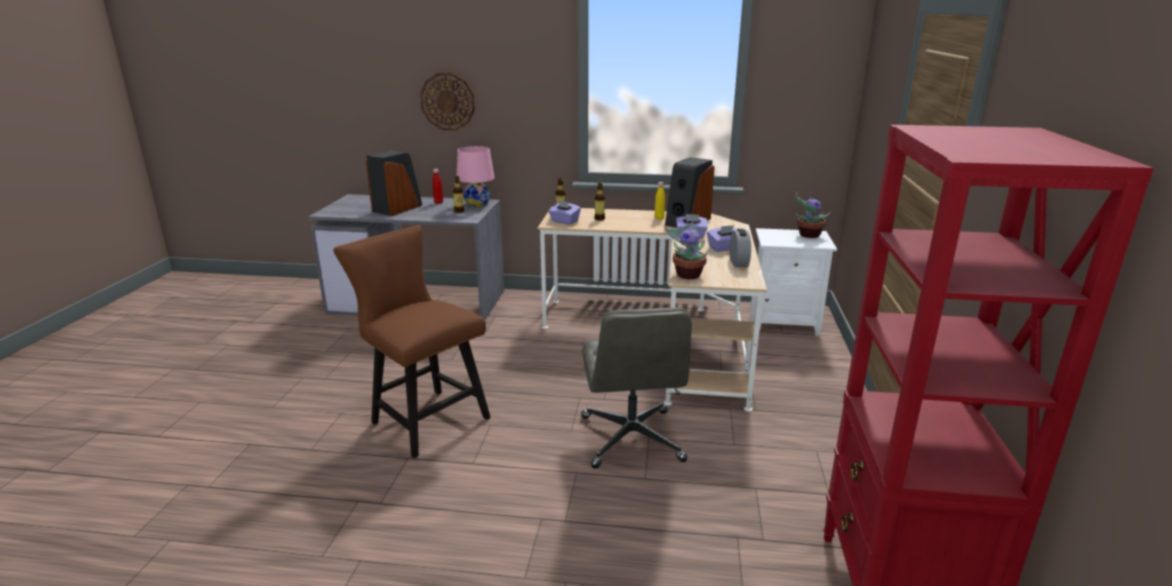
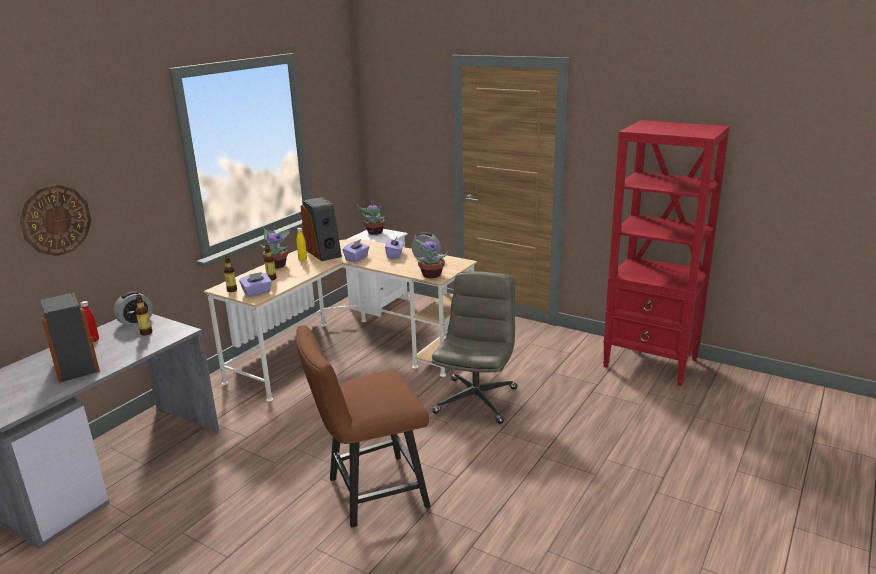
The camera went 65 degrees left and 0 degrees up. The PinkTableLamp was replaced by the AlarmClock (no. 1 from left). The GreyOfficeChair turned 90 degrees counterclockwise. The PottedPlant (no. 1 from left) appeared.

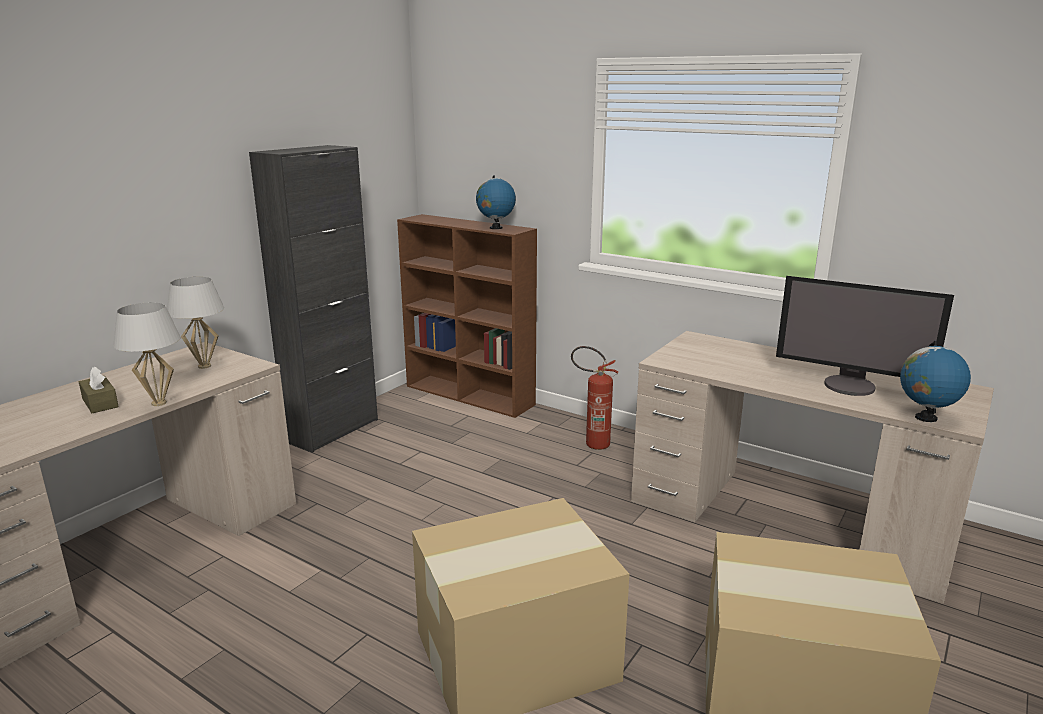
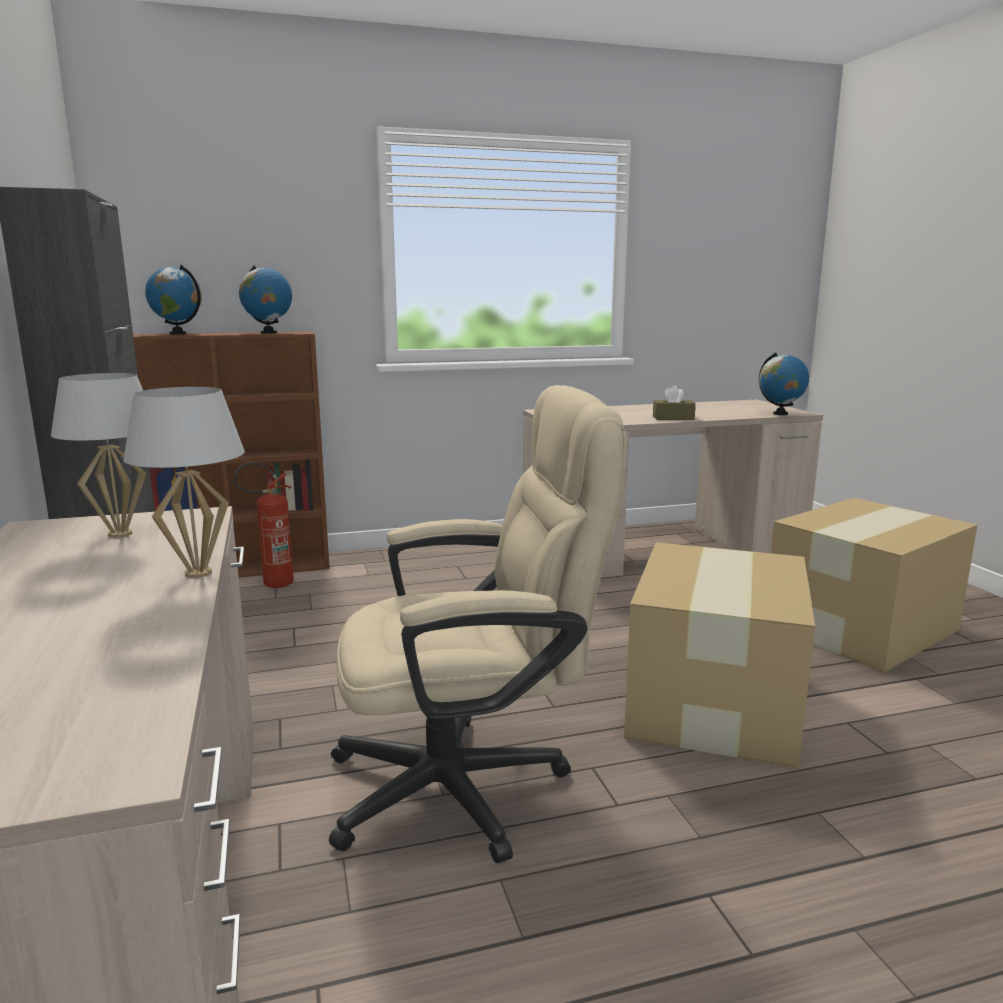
The camera went 50 degrees left and 5 degrees down. The BrownTissueBox moved. The FireExtinguisher moved. The Monitor disappeared. The Globe (no. 1 from left) appeared. The BeigeOfficeChair appeared.

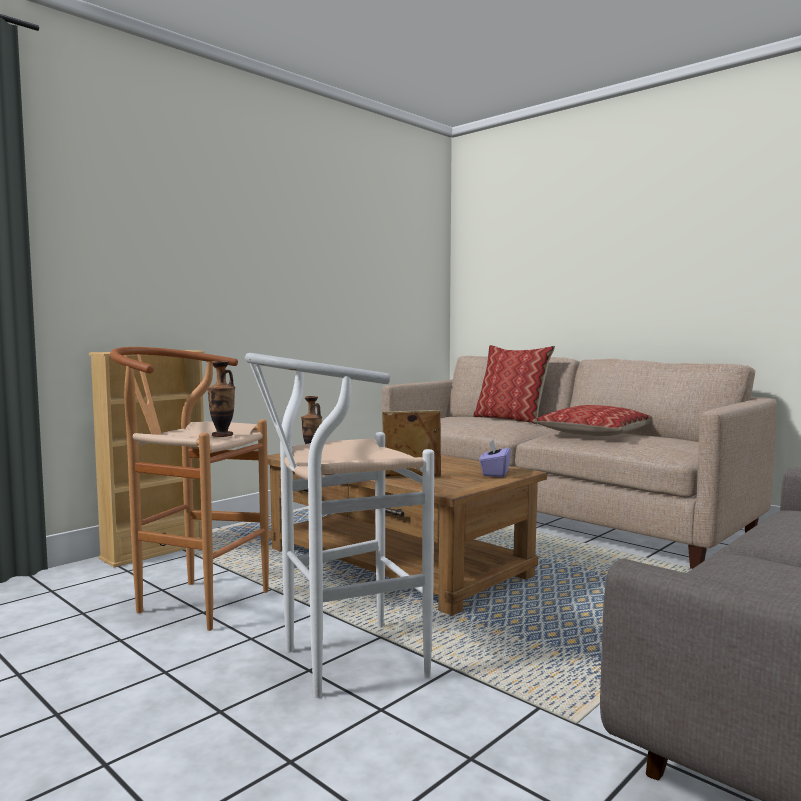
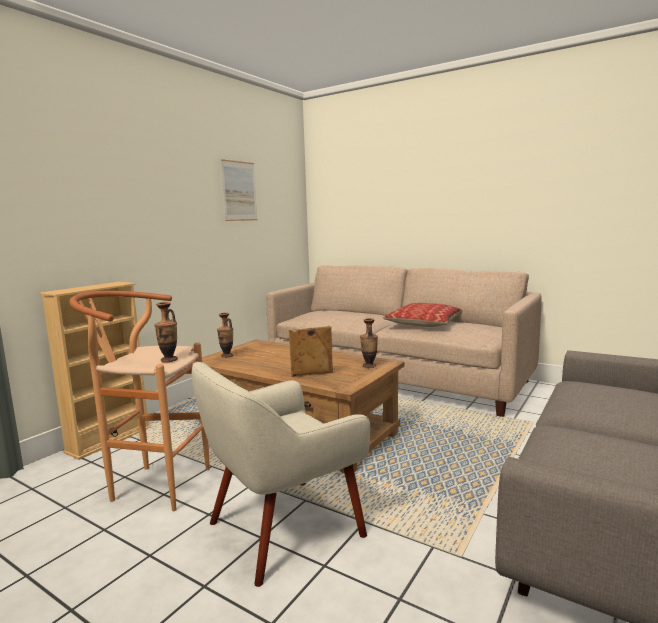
The camera went 10 degrees left and 5 degrees up. The WhiteStool was replaced by the BeigeArmchair. The Pillow (no. 1 from left) disappeared. The PurpleTissueBox was replaced by the Vase (no. 3 from left). The Picture appeared.

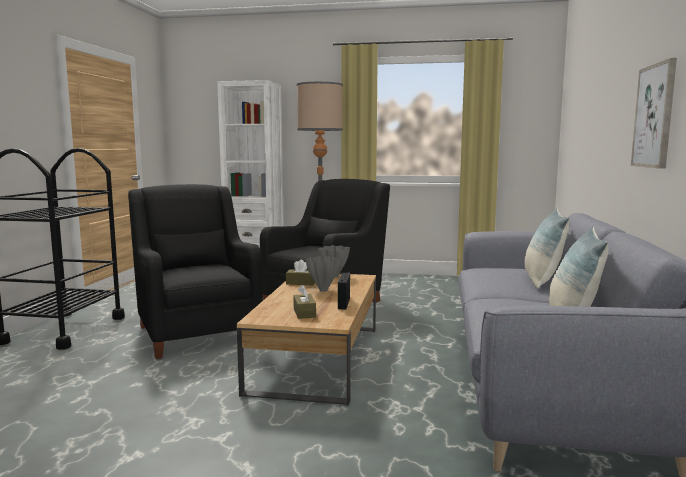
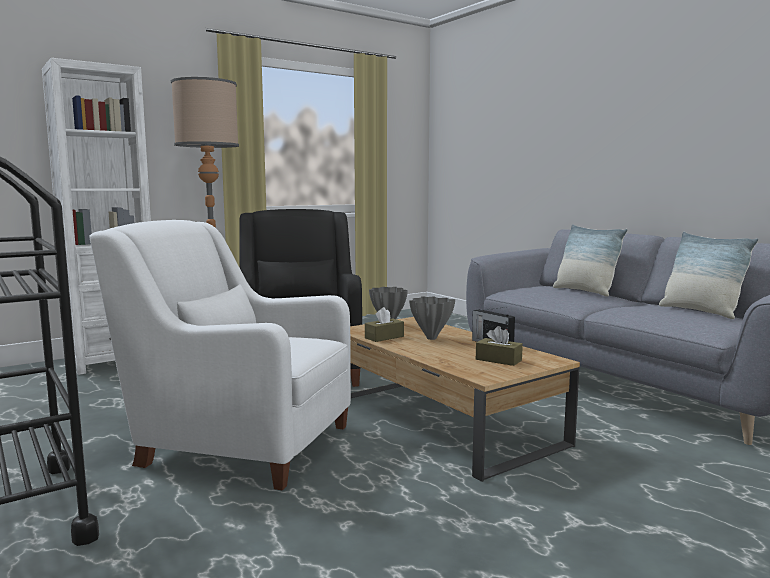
The camera went 45 degrees left and 0 degrees up. The BlackArmchair (no. 1 from left) became the WhiteArmchair. The Picture disappeared.

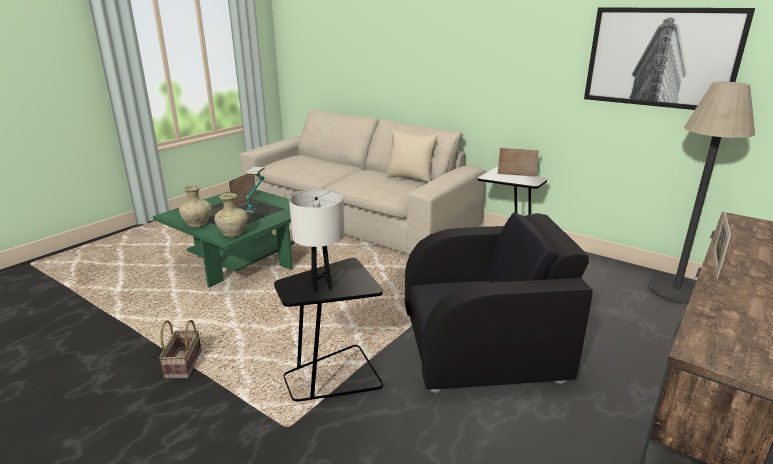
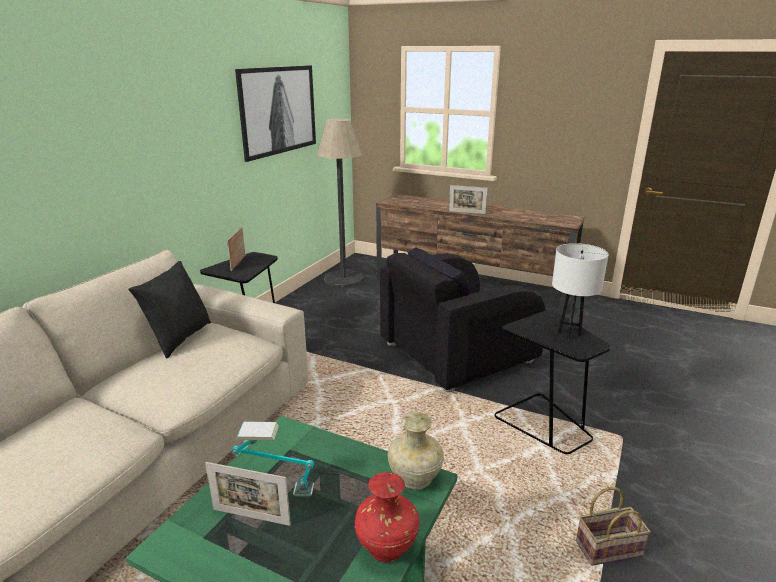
The camera went 100 degrees left and 0 degrees up. The BeigeVase (no. 1 from left) became the RedVase. The BeigePillow became the BlackPillow. The BlackArmchair turned 105 degrees counterclockwise.

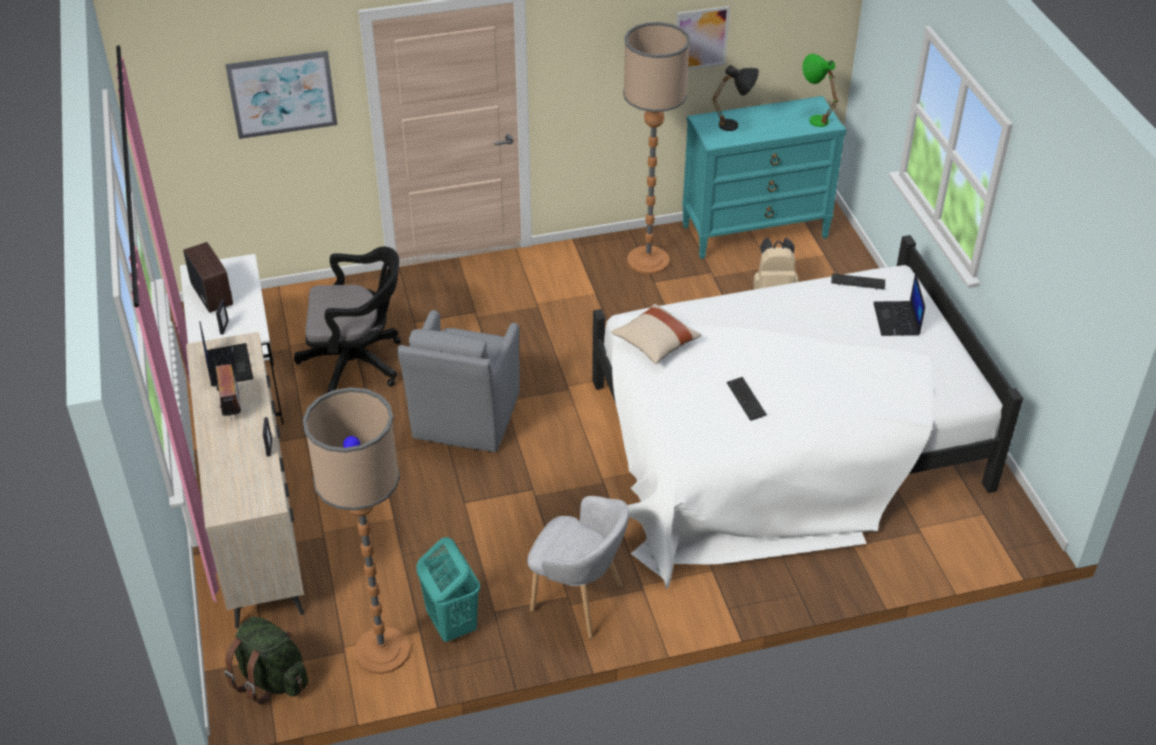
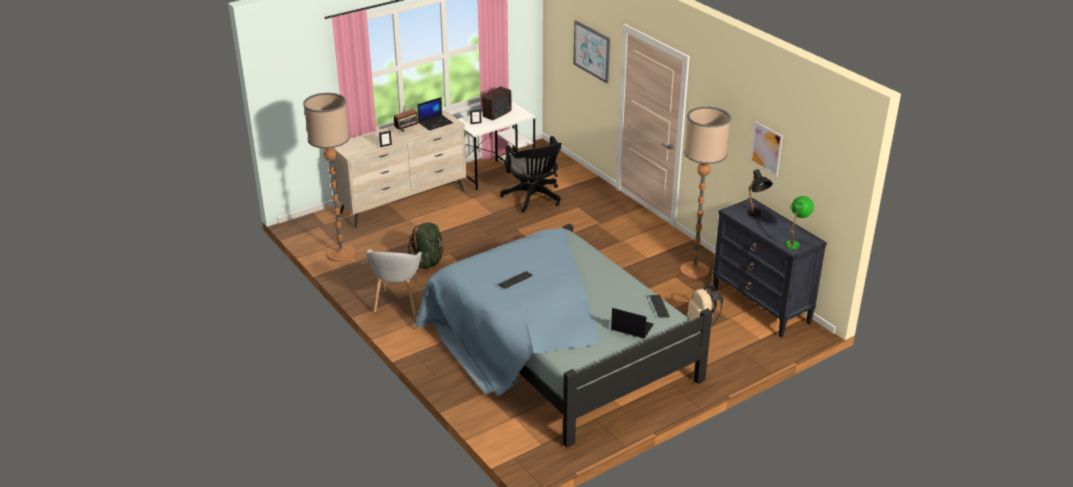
The camera went 70 degrees right and 10 degrees down. The GreenBackpack moved. The GreyArmchair (no. 1 from left) disappeared. The TurquoiseLaundryBasket disappeared. The WhiteBed became the BlueBed. The BeigePillow disappeared. The TurquoiseDresser became the BlackDresser. The Laptop (no. 2 from left) turned 45 degrees clockwise.

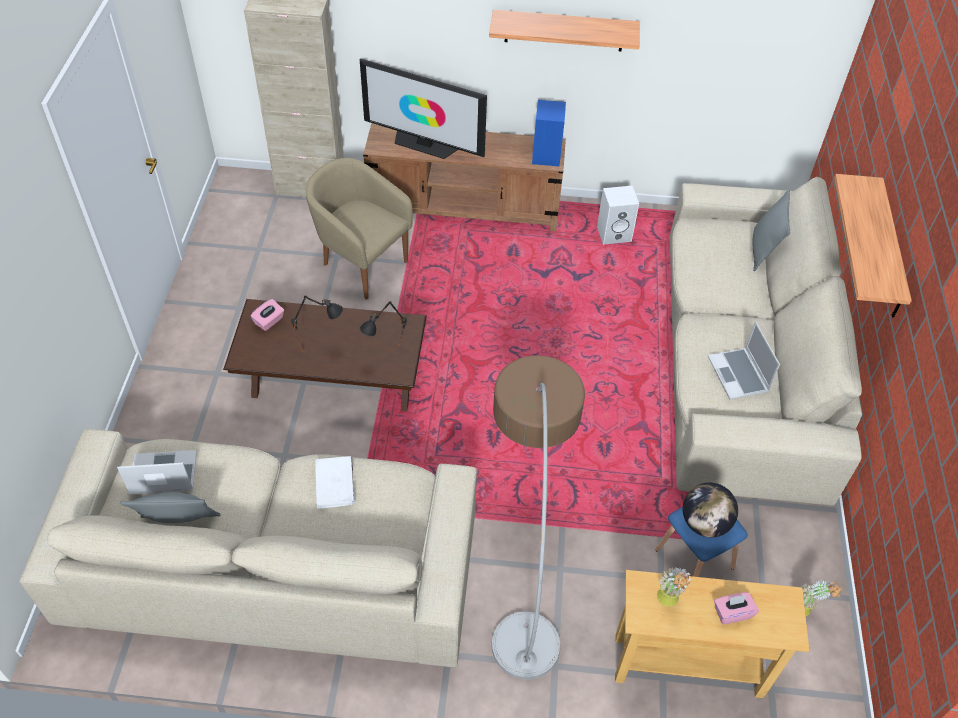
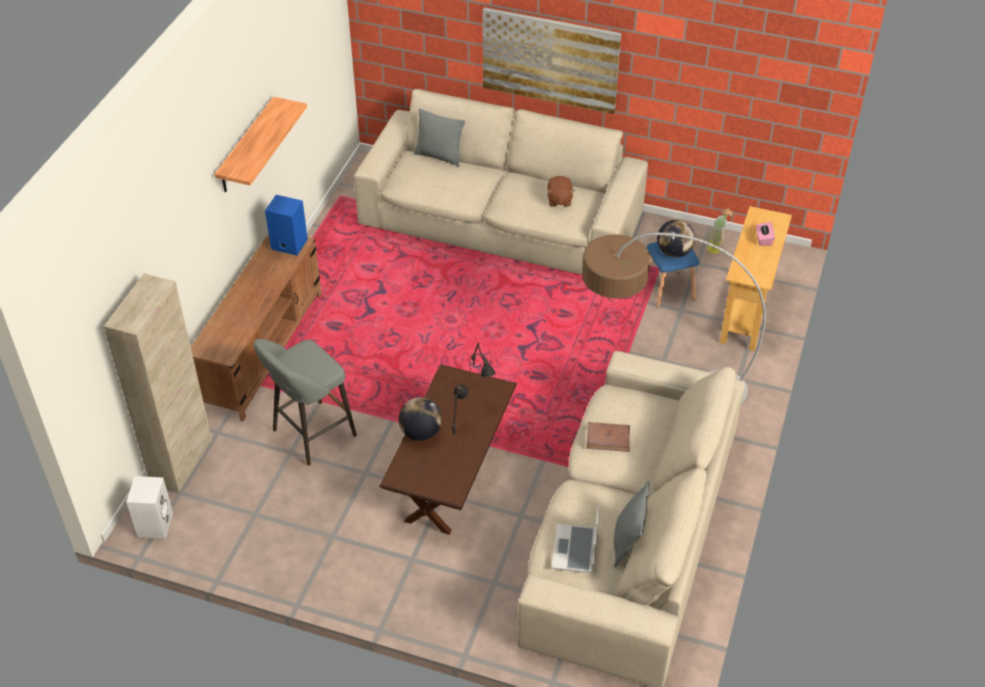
The camera went 75 degrees left and 5 degrees down. The PinkTissueBox (no. 1 from left) disappeared. The BeigeArmchair was replaced by the GreyStool. The WhiteBook became the BrownBook. The Television disappeared. The WhiteSpeaker moved. The PottedPlant (no. 1 from left) disappeared. The Laptop (no. 2 from left) was replaced by the BrownPlushToy. The Shelf (no. 2 from left) was replaced by the Picture. The Globe (no. 1 from left) appeared.

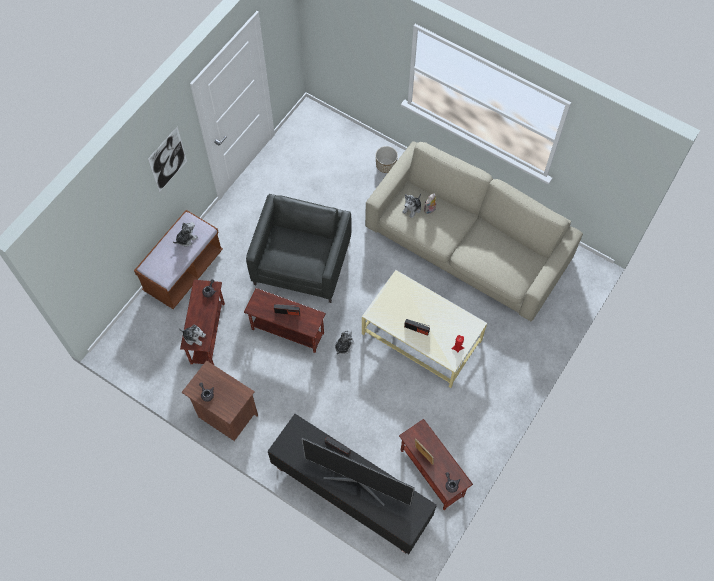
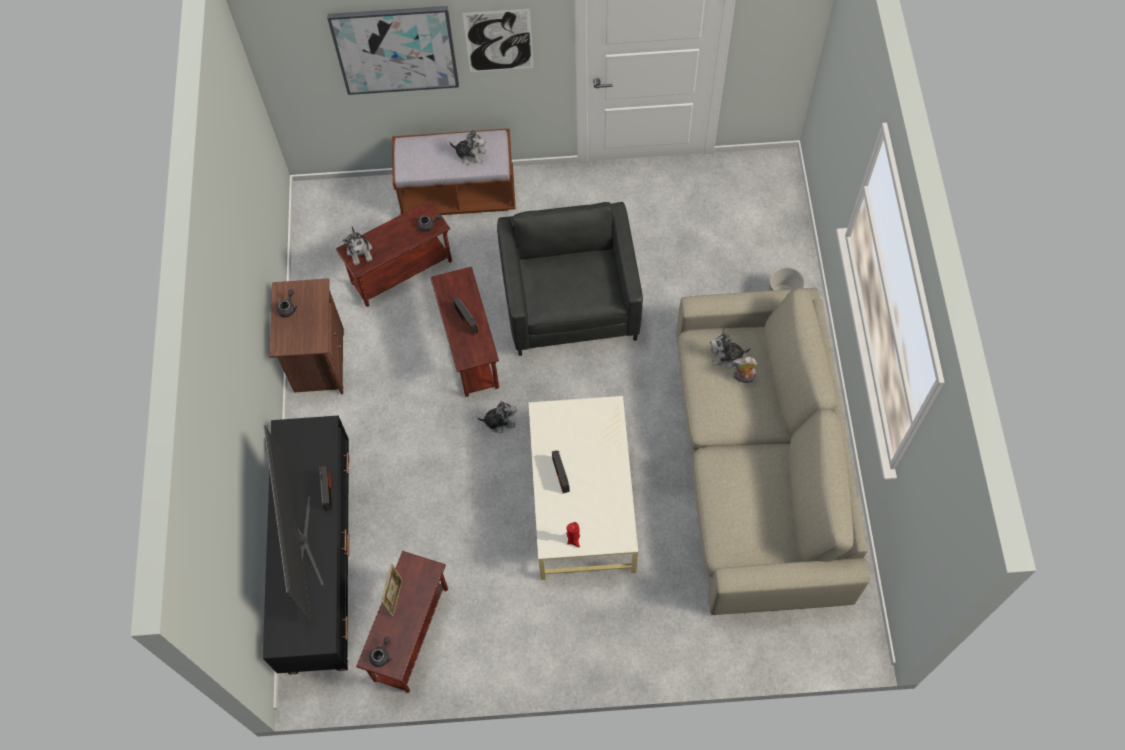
The camera went 55 degrees right and 0 degrees up. The GreyArmchair turned 75 degrees counterclockwise. The Picture (no. 1 from left) appeared.

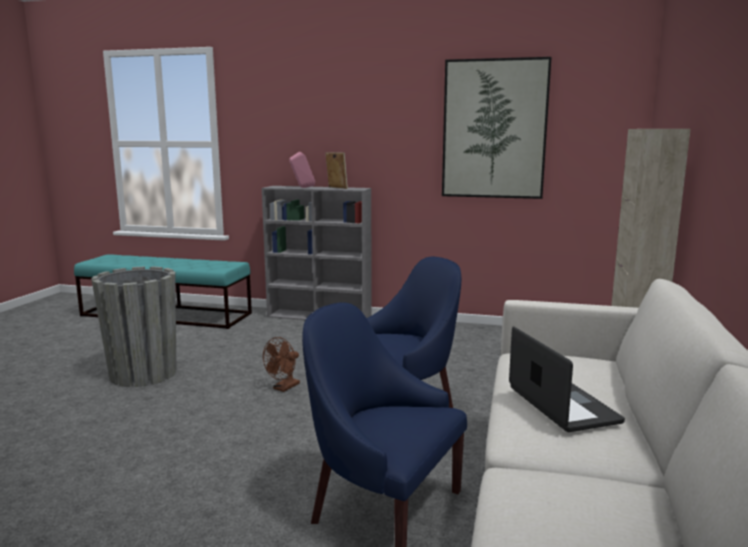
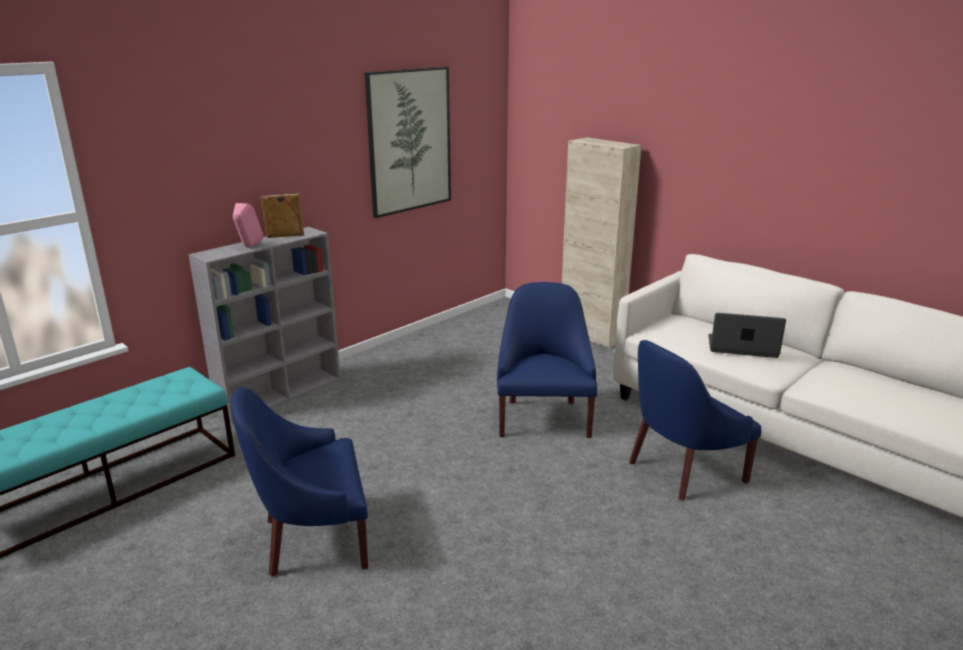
The camera went 60 degrees left and 10 degrees up. The GreyPlanter was replaced by the BlueArmchair (no. 1 from left). The BrownFan disappeared.

